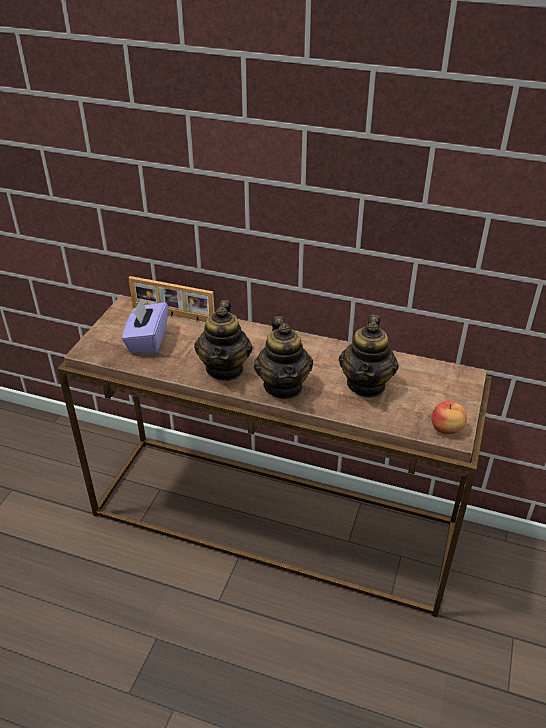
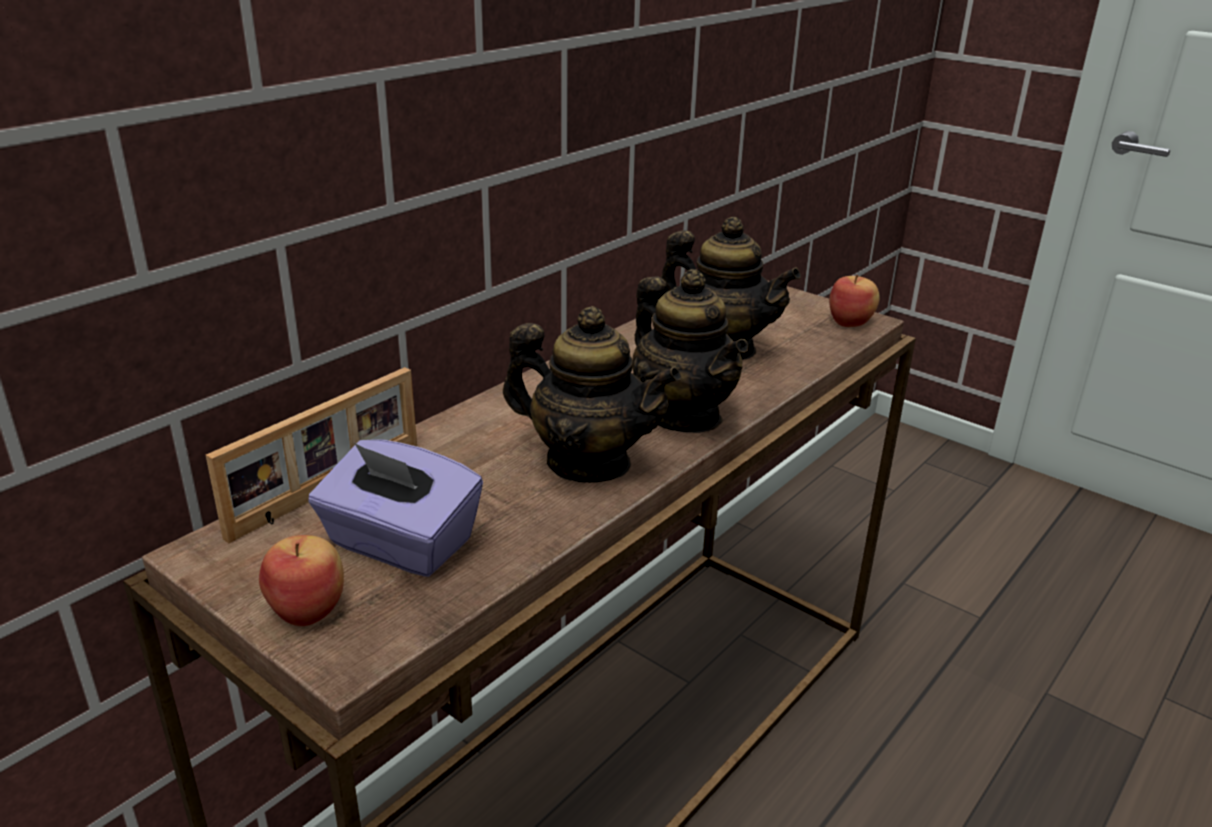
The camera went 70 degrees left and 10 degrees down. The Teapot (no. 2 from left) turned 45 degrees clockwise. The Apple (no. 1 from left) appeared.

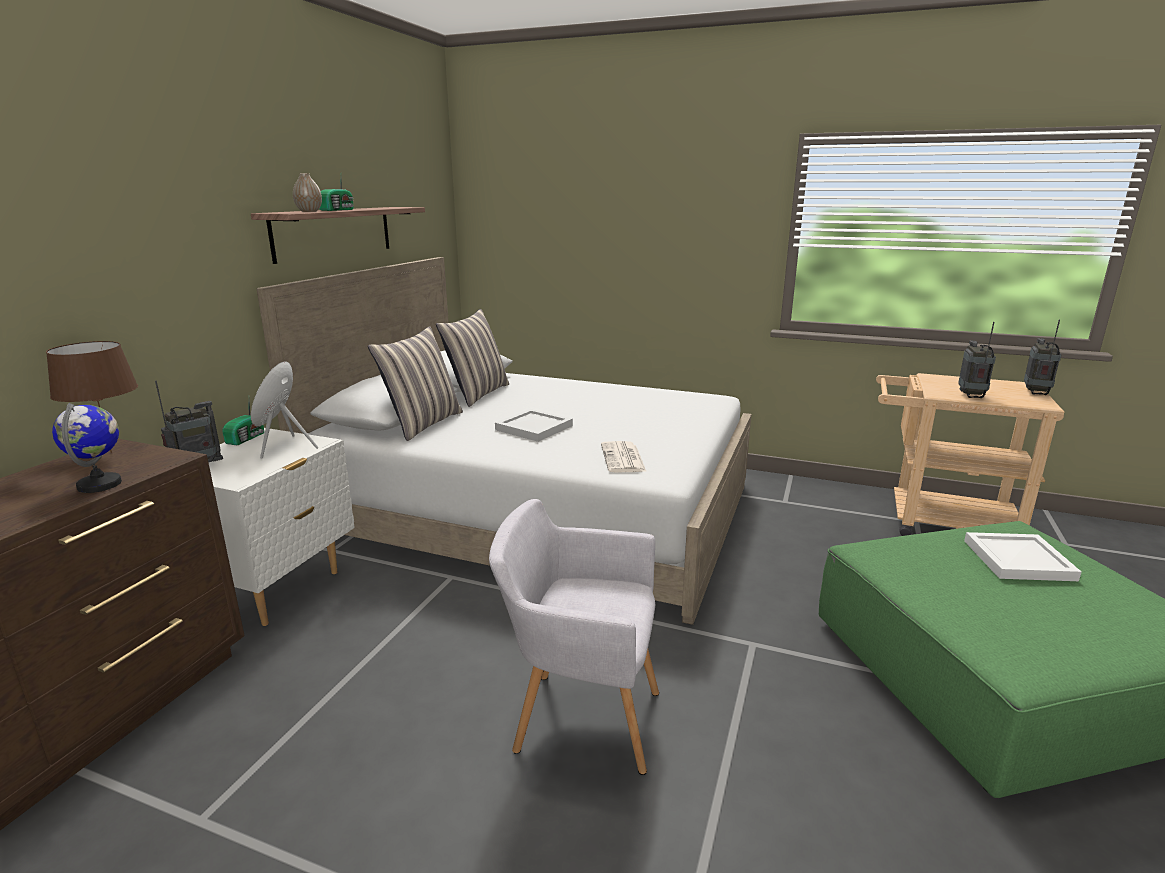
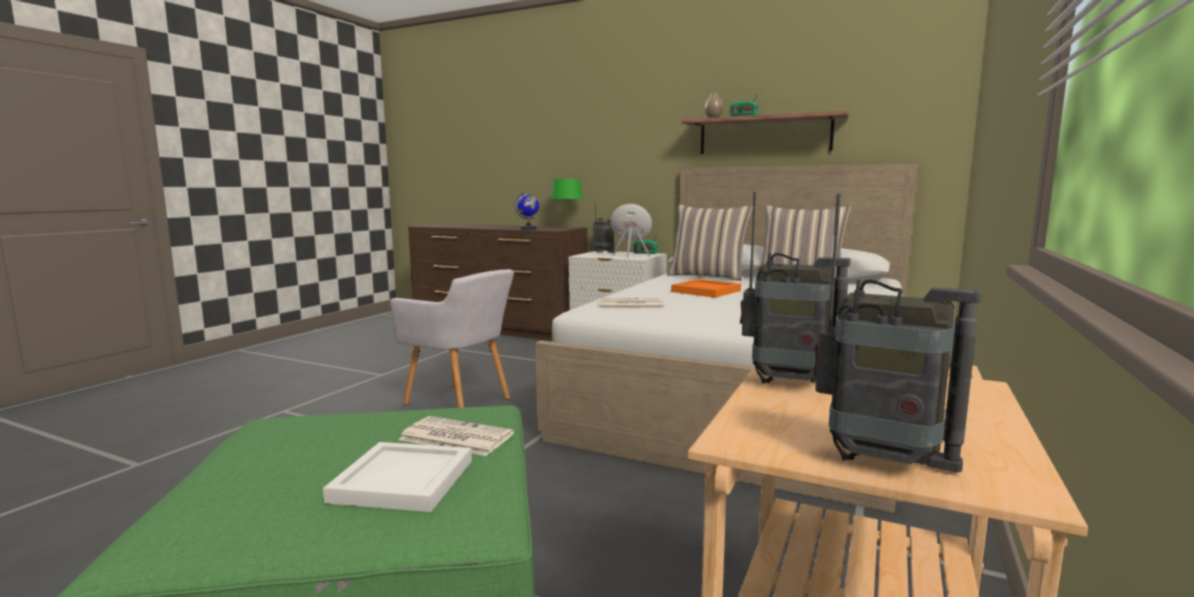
The camera went 95 degrees right and 10 degrees down. The BrownTableLamp became the GreenTableLamp. The GreyArmchair turned 105 degrees clockwise. The WhiteTray (no. 1 from left) became the OrangeTray. The Newspaper (no. 1 from left) appeared.

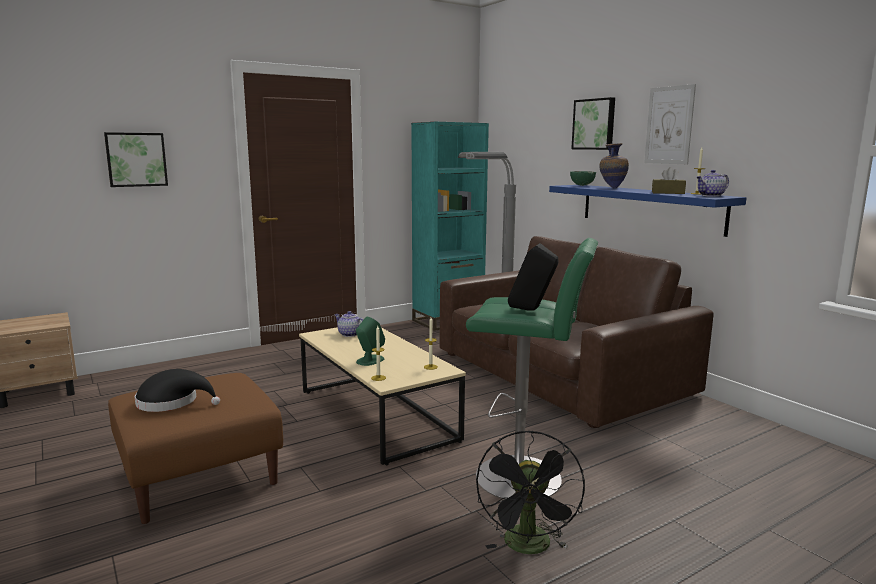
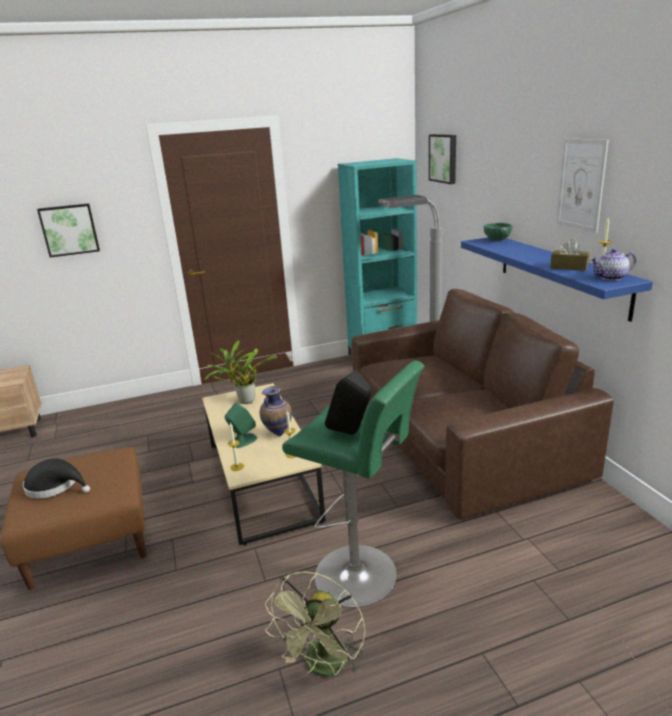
The camera went 15 degrees right and 10 degrees up. The Teapot (no. 1 from left) was replaced by the PottedPlant. The BlackFan became the GreenFan. The Picture (no. 2 from left) moved. The Vase moved.

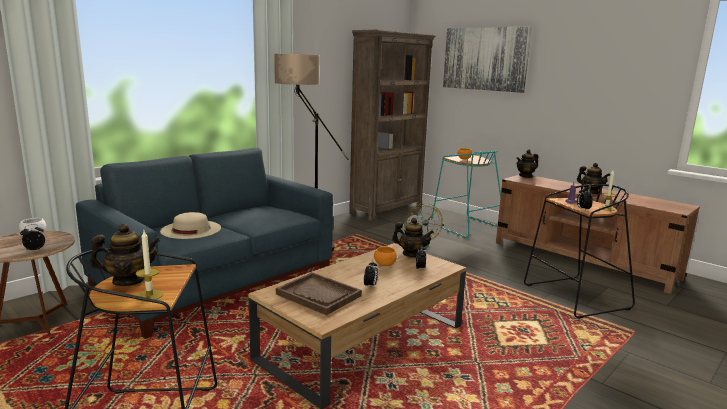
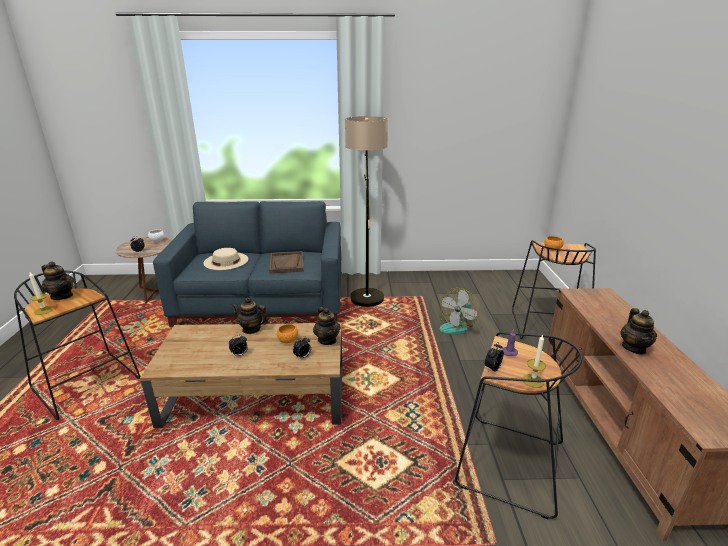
The camera went 45 degrees right and 10 degrees up. The BrownTray moved. The BrownBookcase disappeared. The TurquoiseStool became the BlackStool (no. 3 from left). The Picture disappeared. The Teapot (no. 3 from left in the first image) moved.

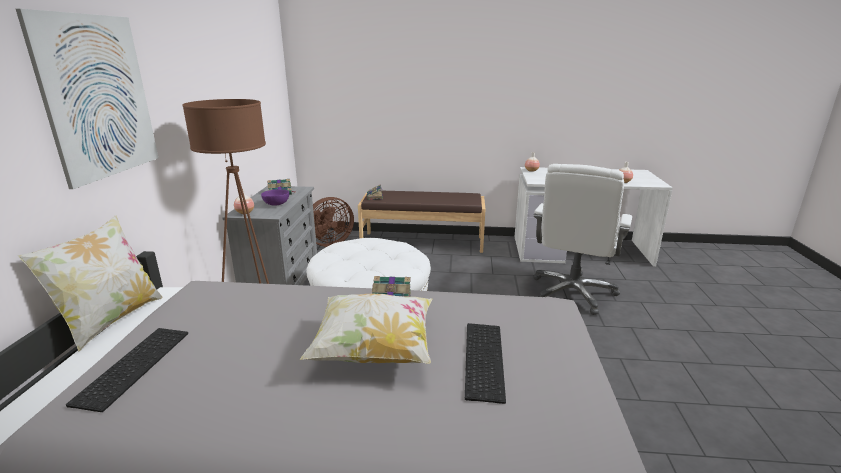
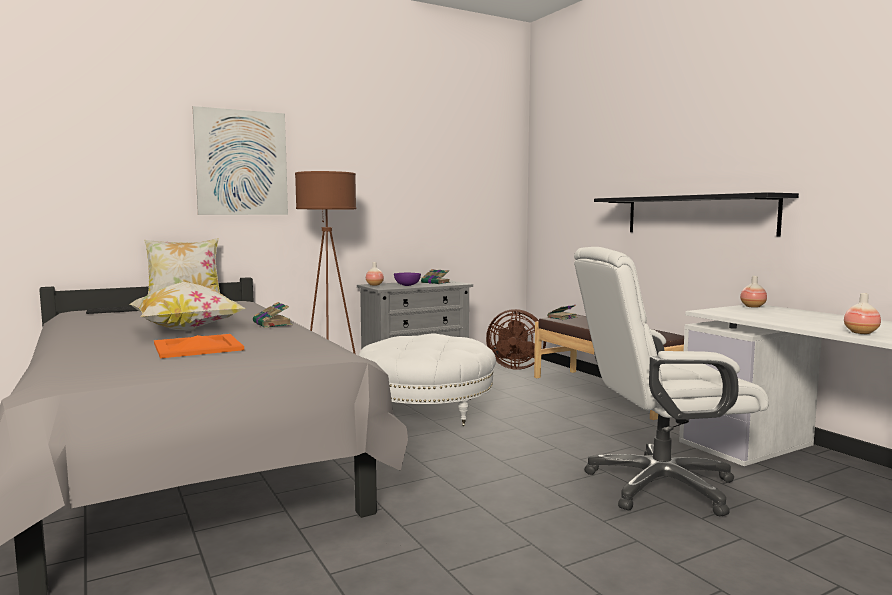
The camera went 55 degrees right and 15 degrees down. The Keyboard (no. 2 from left) was replaced by the OrangeTray. The BlackShelf appeared.

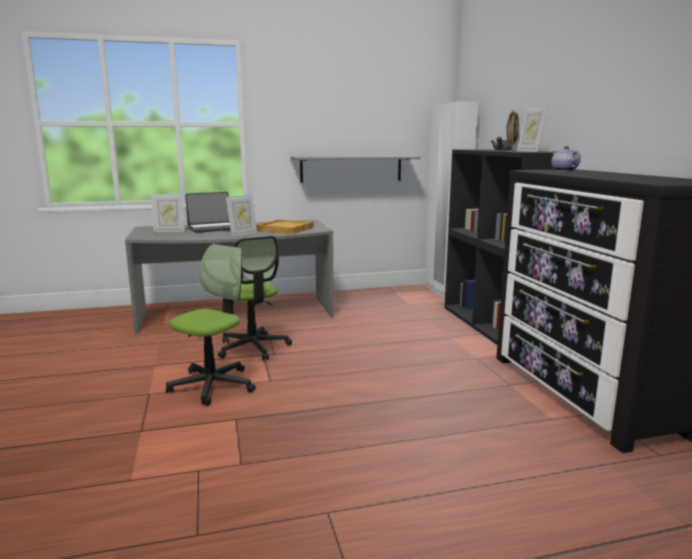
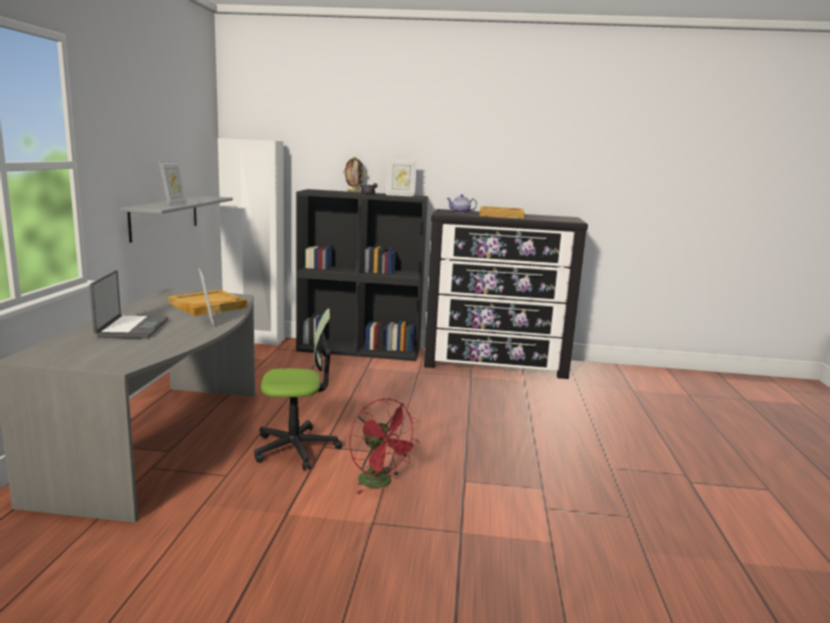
The camera went 70 degrees left and 0 degrees up. The PictureFrame (no. 1 from left) moved. The OfficeChair (no. 1 from left) was replaced by the RedFan. The BeigeTray (no. 2 from left) appeared.

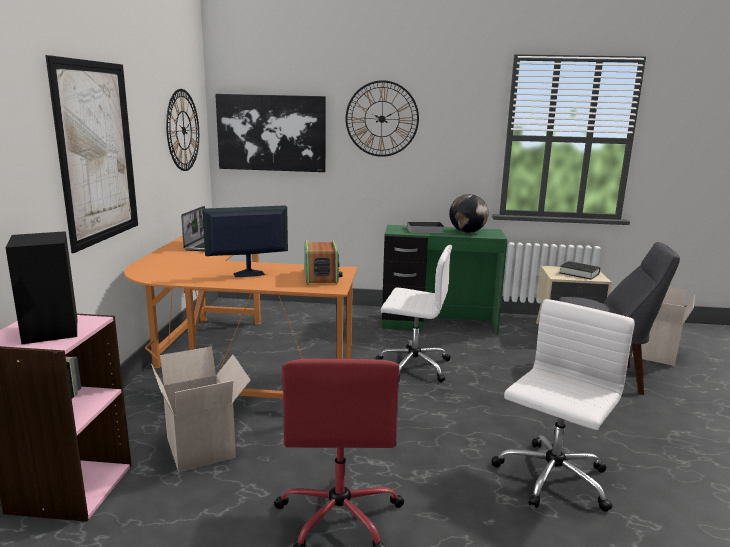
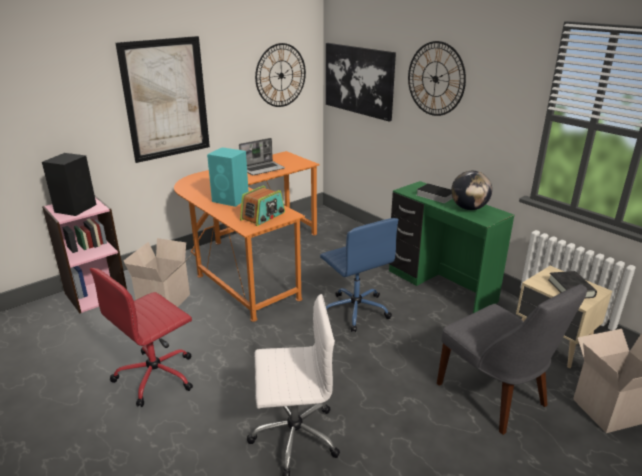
The camera went 45 degrees right and 10 degrees up. The Monitor was replaced by the TurquoiseSpeaker. The WhiteOfficeChair (no. 1 from left) became the BlueOfficeChair.

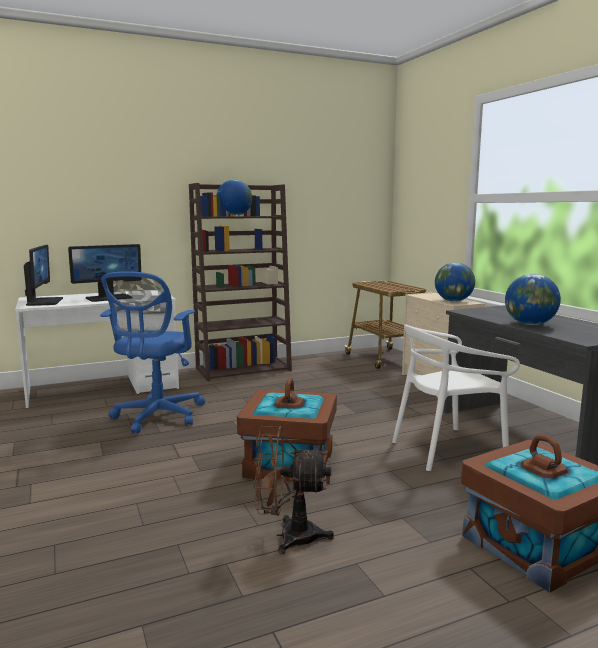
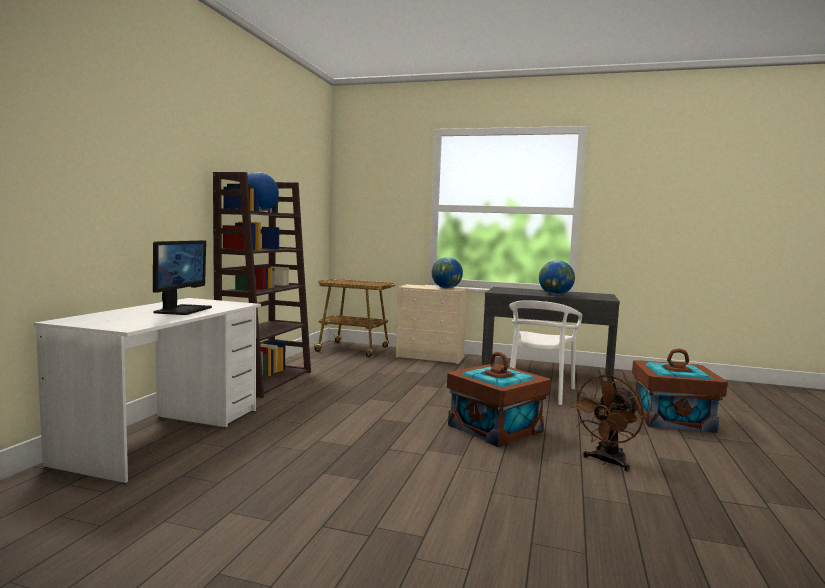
The camera went 50 degrees left and 5 degrees down. The Monitor (no. 1 from left) disappeared. The BlueOfficeChair disappeared.

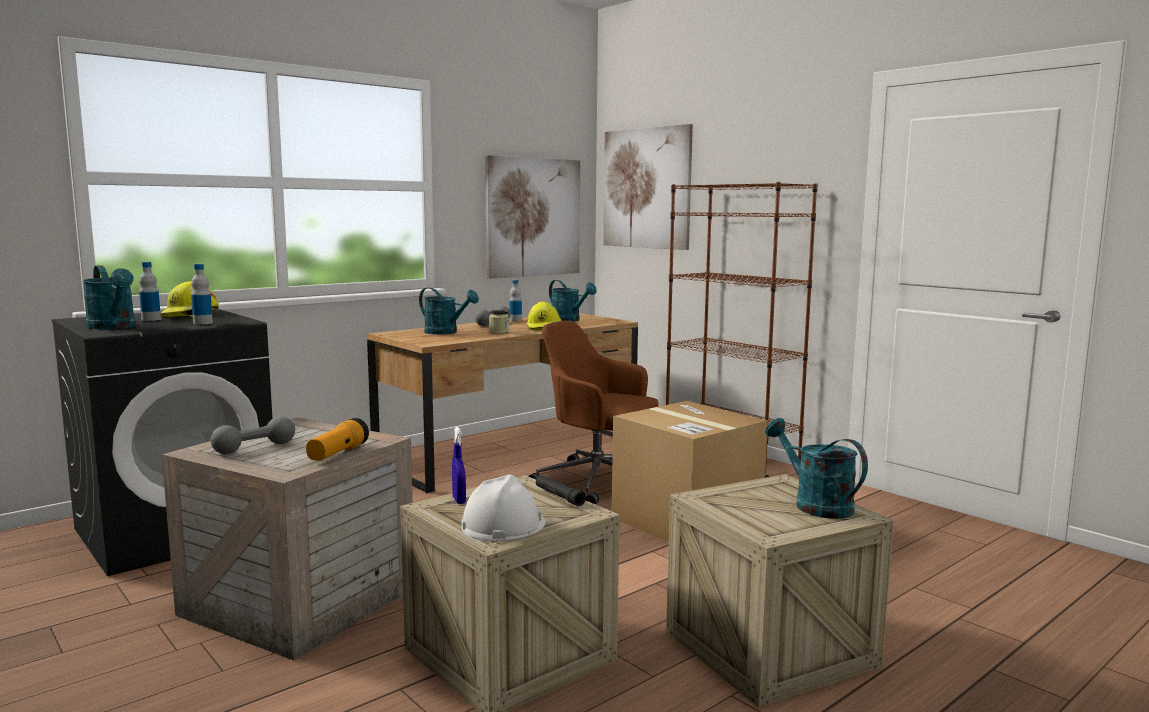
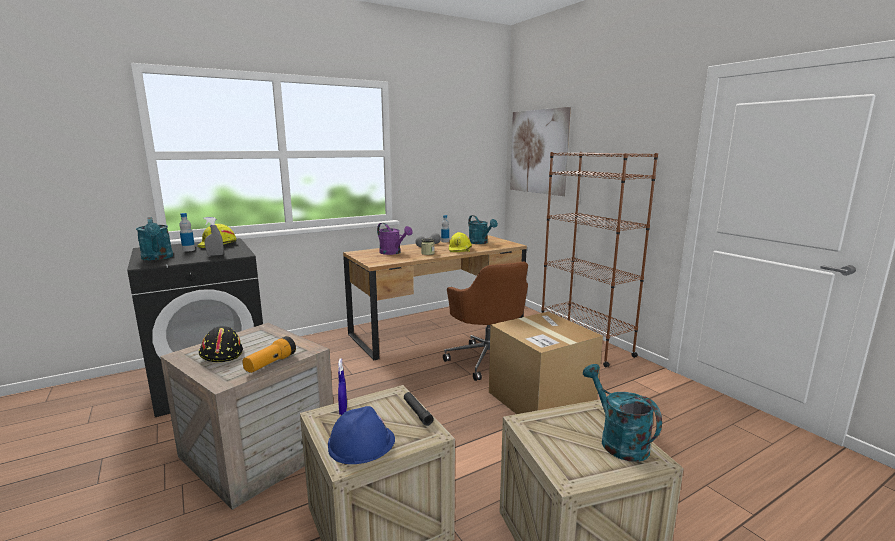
The camera went 10 degrees right and 5 degrees up. The Bottle (no. 2 from left) was replaced by the GreySprayBottle. The GreyDumbbell (no. 1 from left) was replaced by the BlackHardHat. The TurquoiseWateringCan (no. 2 from left) became the PurpleWateringCan. The WhiteHardHat became the BlueHardHat. The Picture (no. 1 from left) disappeared. The BrownOfficeChair turned 150 degrees counterclockwise.

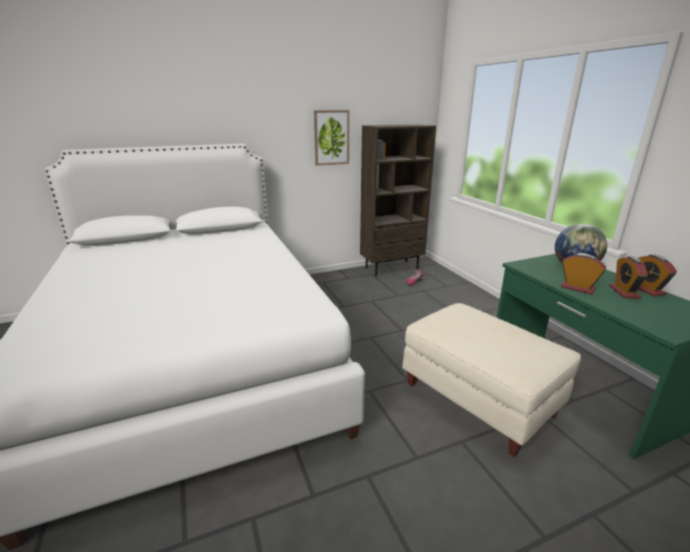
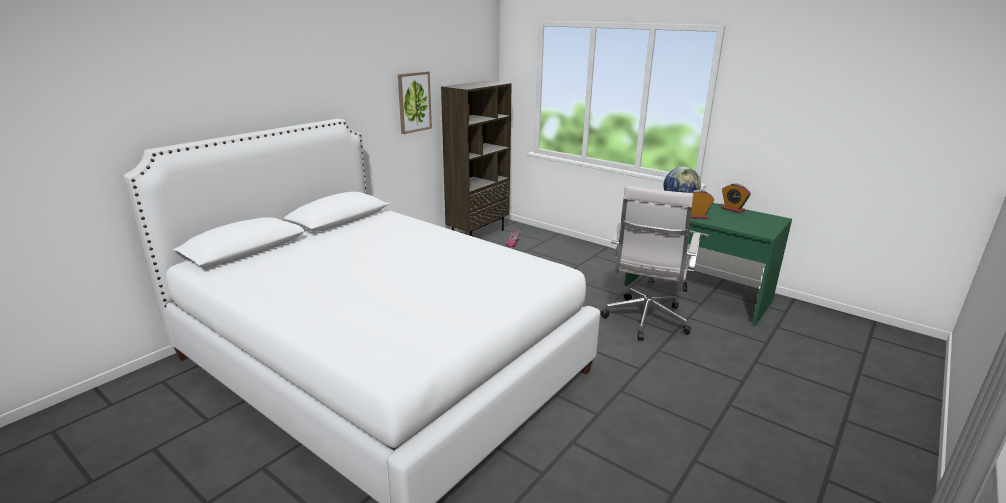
The camera went 30 degrees left and 0 degrees up. The BeigeOttoman was replaced by the WhiteOfficeChair. The AlarmClock (no. 2 from left) disappeared.

